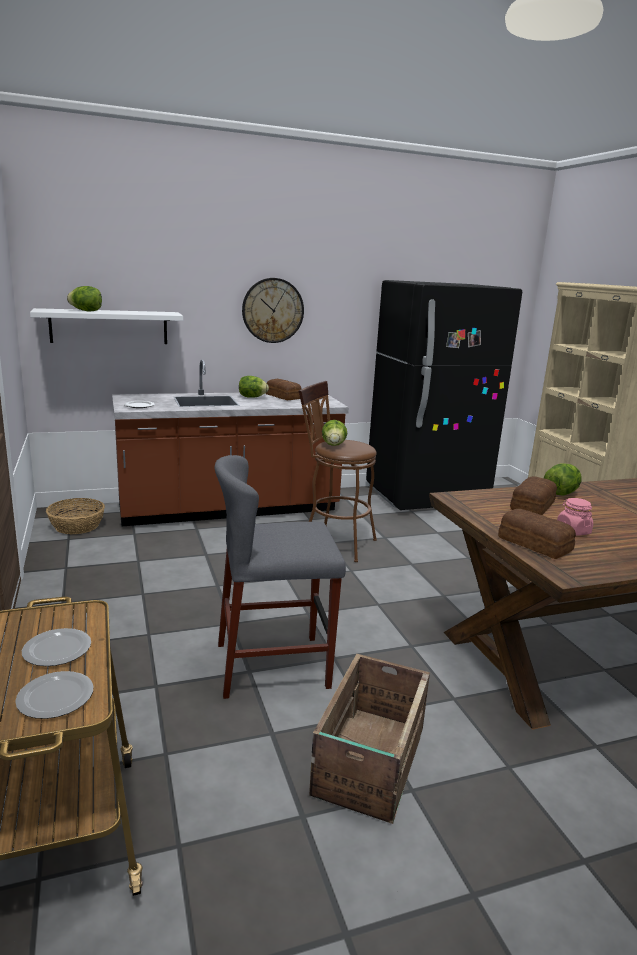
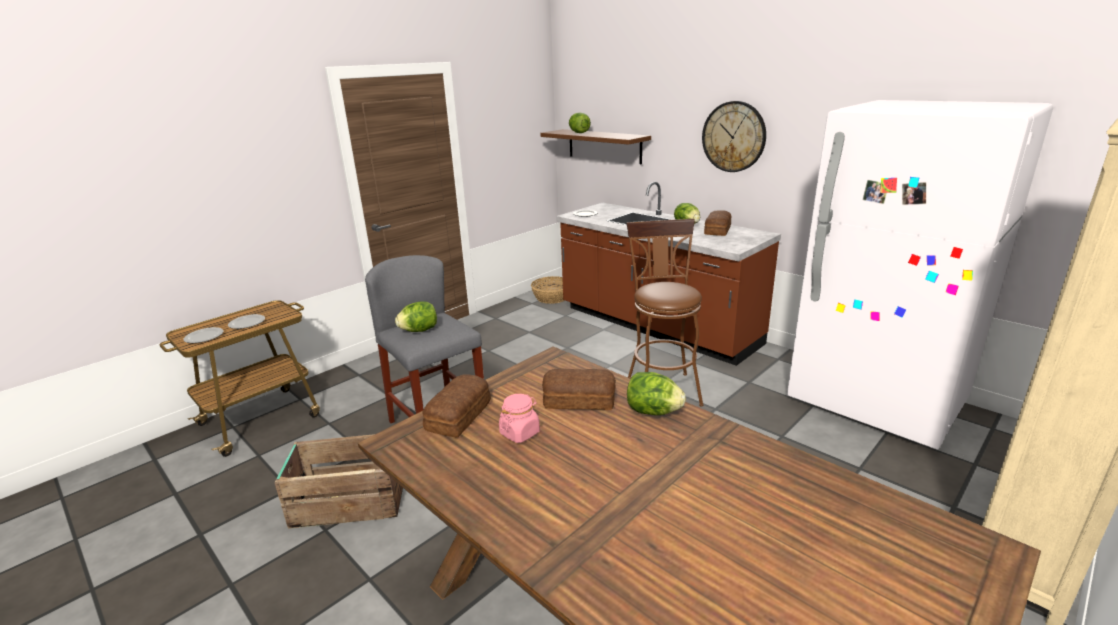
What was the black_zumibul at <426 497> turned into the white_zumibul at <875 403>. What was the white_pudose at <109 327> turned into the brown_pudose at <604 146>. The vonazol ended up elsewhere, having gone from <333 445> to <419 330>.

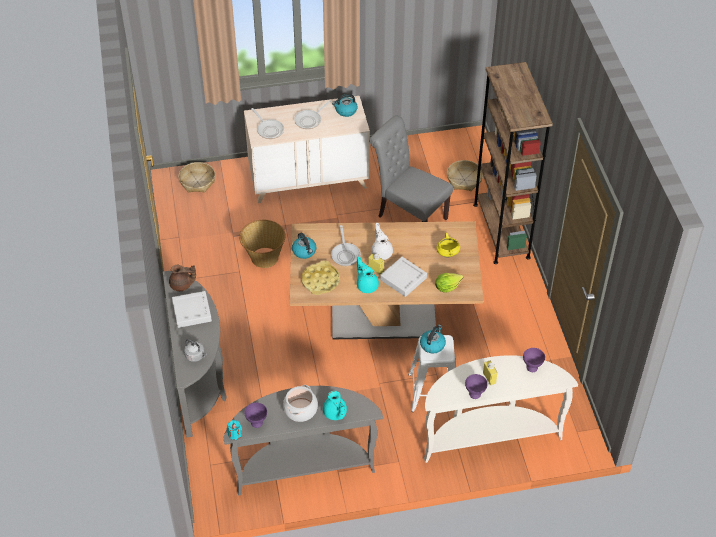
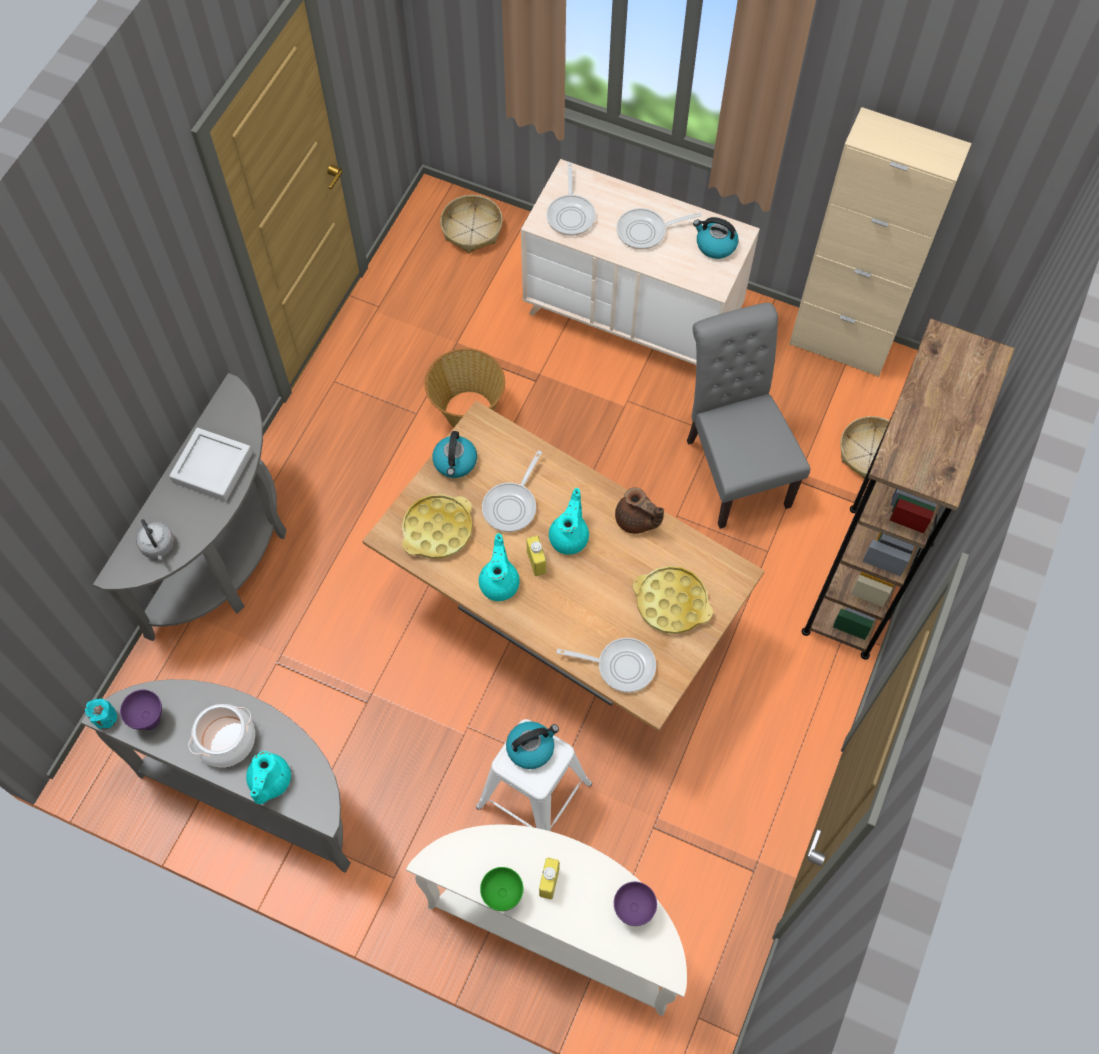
What was the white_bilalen at <382 252> turned into the turquoise_bilalen at <570 536>. Where the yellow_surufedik stood at <447 253>, the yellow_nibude came to stand at <671 602>. The second view lost the grey_nibude at <403 279>. The brown_bilalen ended up elsewhere, having gone from <182 285> to <636 520>. Where the vonazol stood at <447 287>, the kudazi came to stand at <620 666>. What was the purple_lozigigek at <475 394> turned into the green_lozigigek at <503 895>. The second view gained the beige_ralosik at <840 344>.

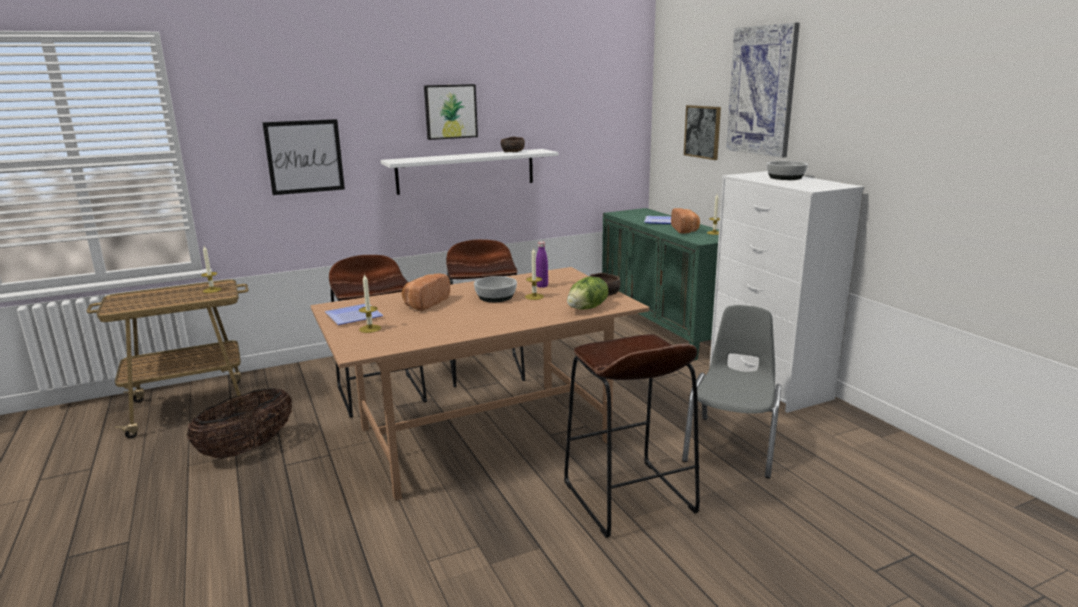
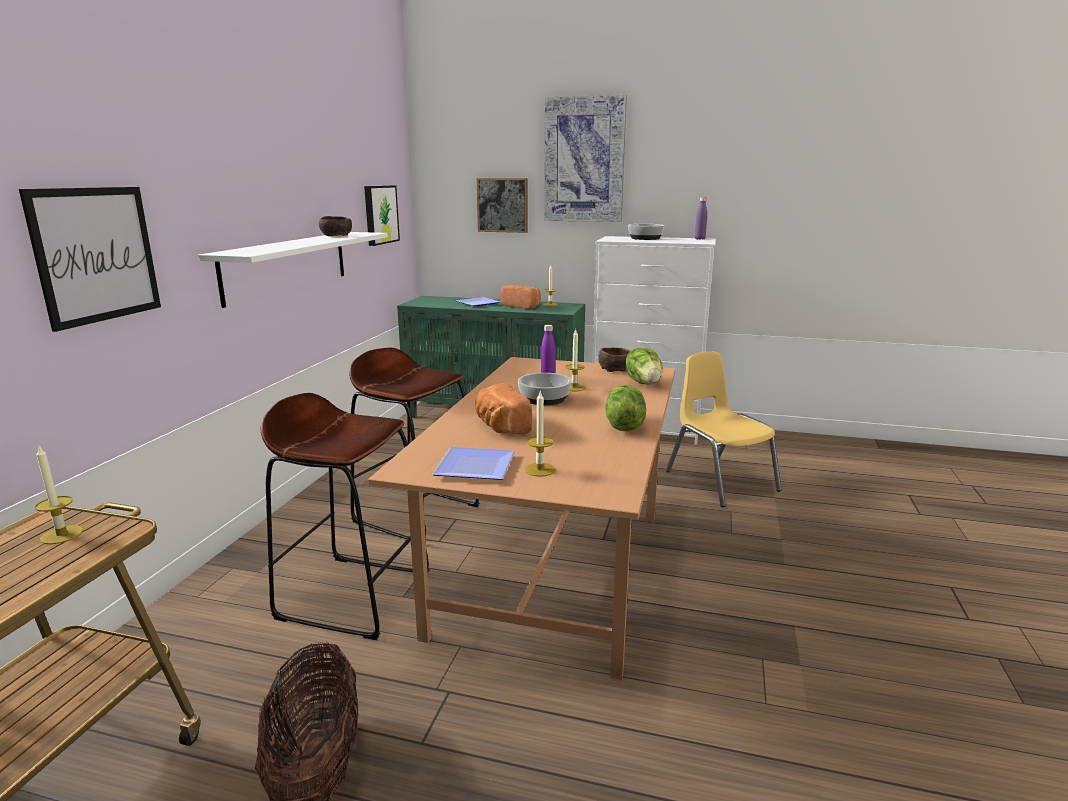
The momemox ended up elsewhere, having gone from <450 111> to <380 214>. What was the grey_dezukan at <732 446> turned into the yellow_dezukan at <720 481>. The second view lost the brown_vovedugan at <628 497>. The second view gained the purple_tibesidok at <699 239>. The second view gained the vonazol at <623 426>.

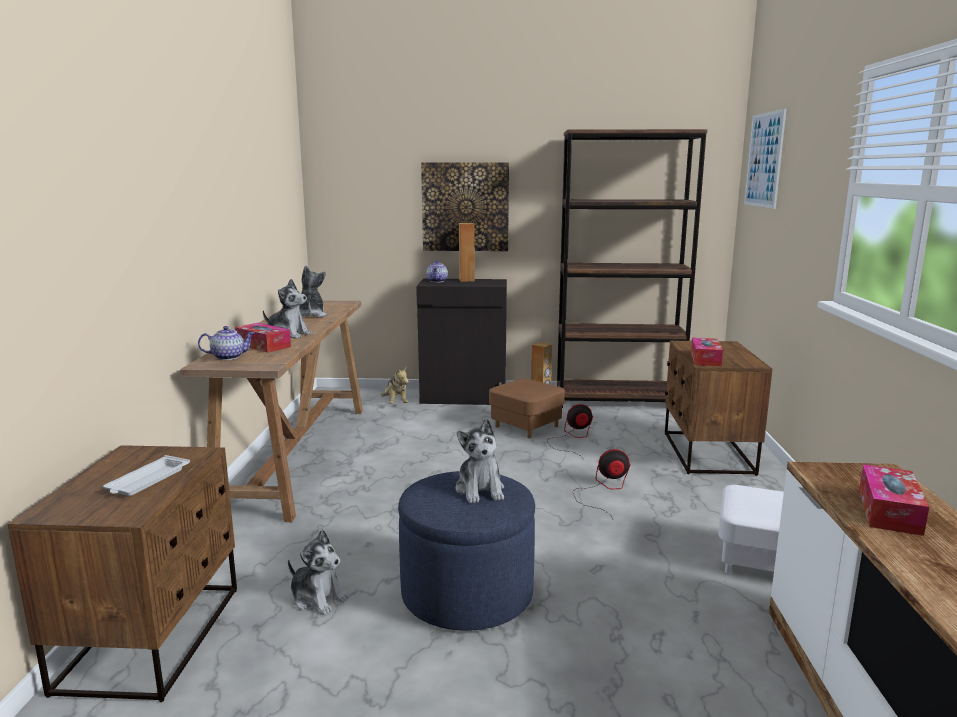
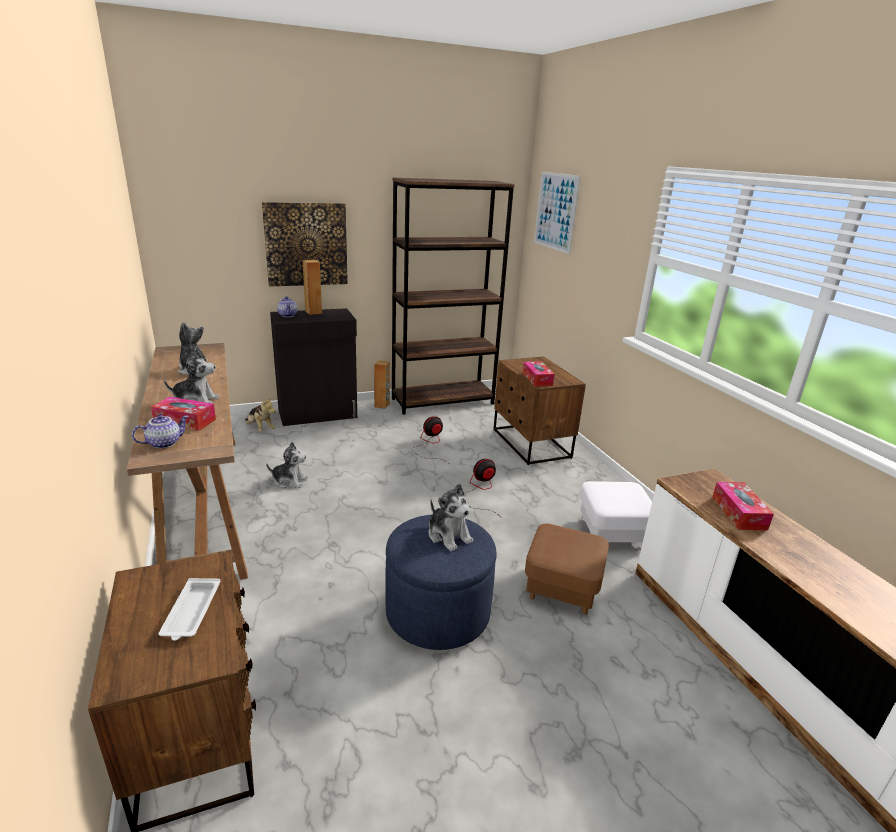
The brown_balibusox ended up elsewhere, having gone from <526 426> to <562 588>. The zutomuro ended up elsewhere, having gone from <317 598> to <289 481>.

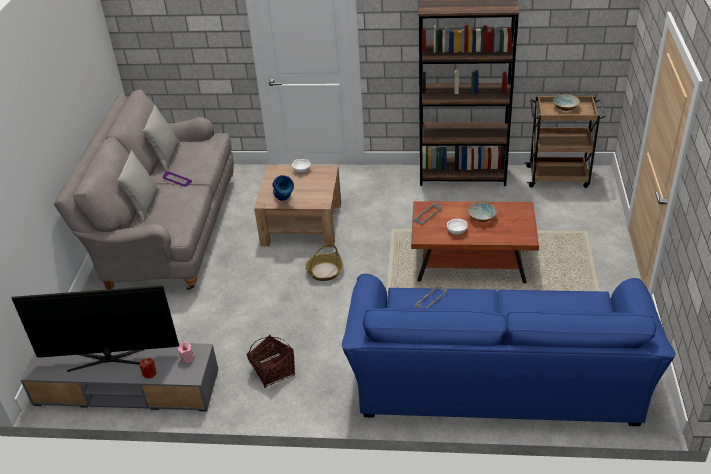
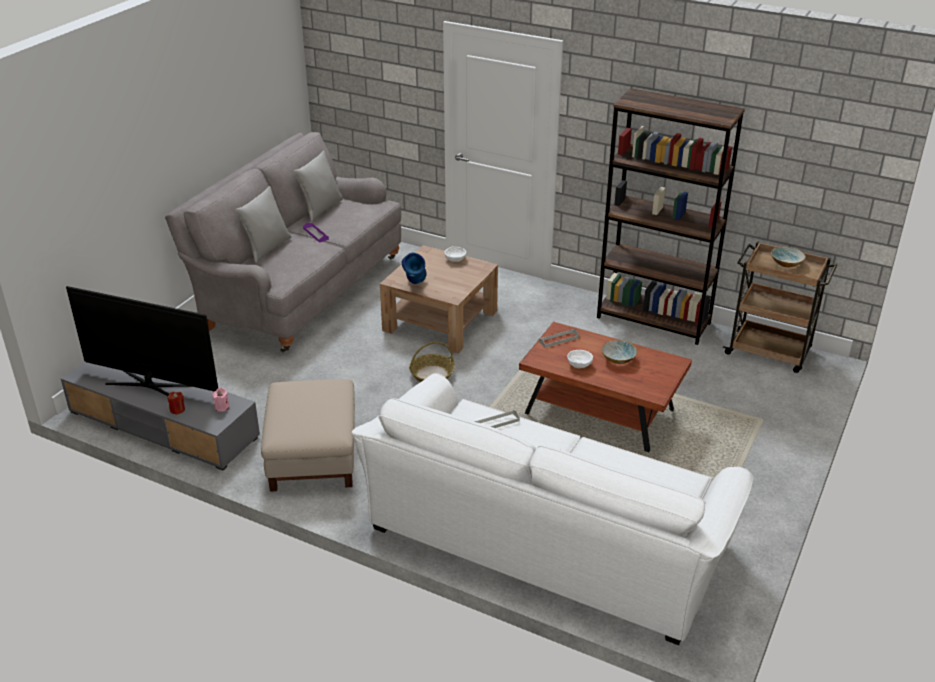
What was the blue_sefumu at <496 374> turned into the white_sefumu at <548 535>. Where the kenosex stood at <273 371>, the beige_balibusox came to stand at <312 454>.

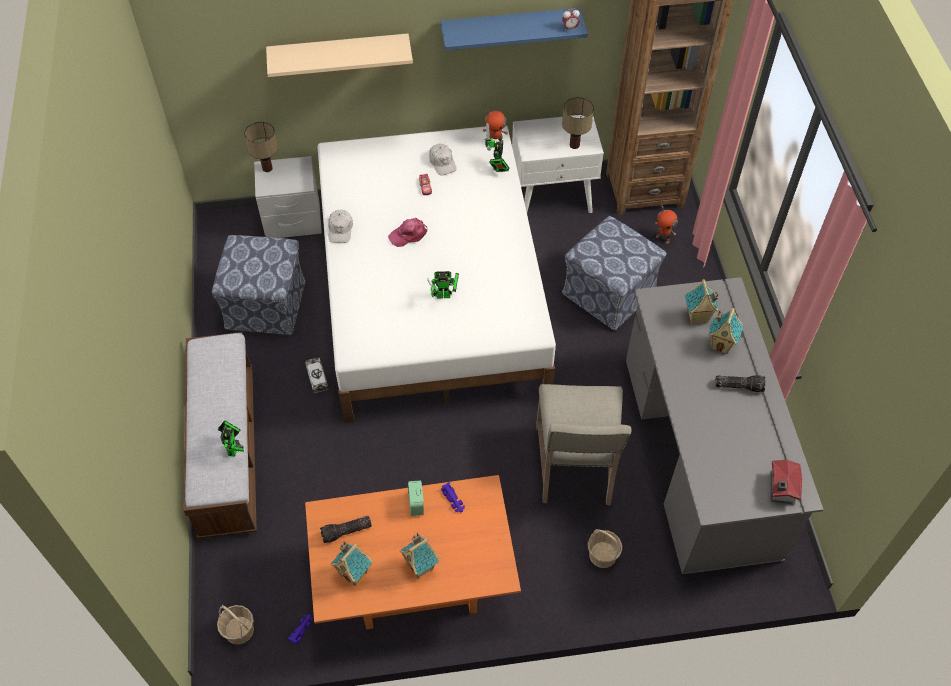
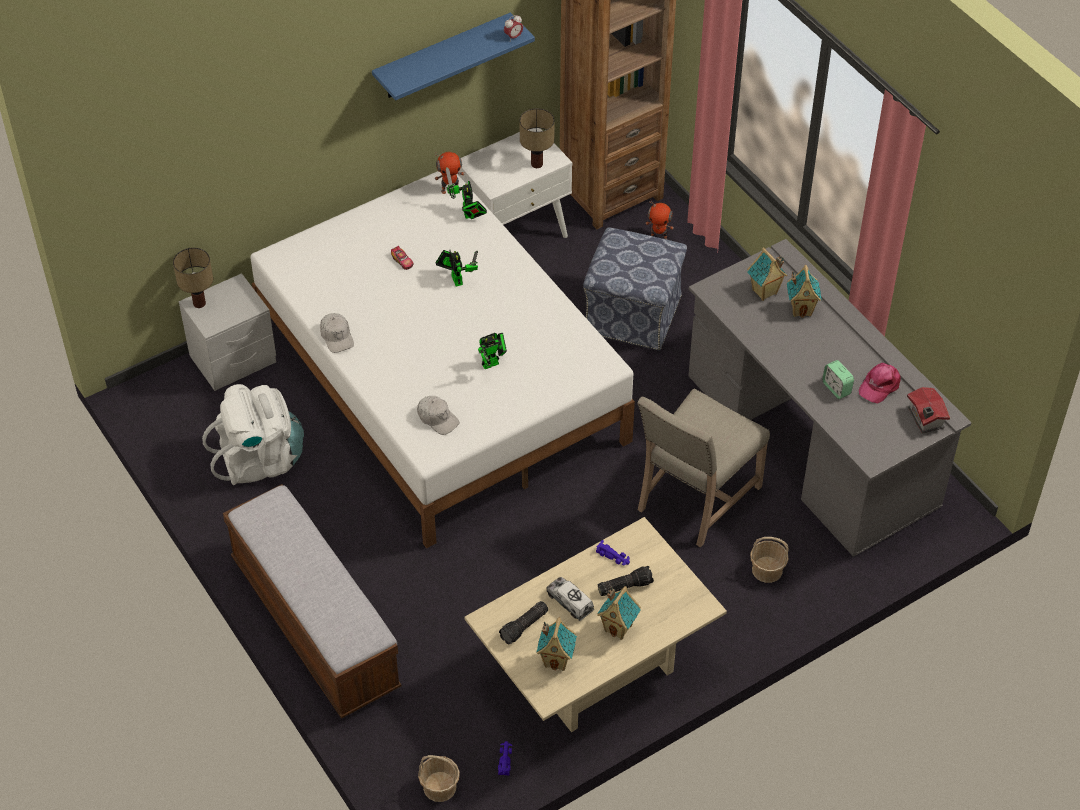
The second view lost the beige_pudose at <339 54>. The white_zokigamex ended up elsewhere, having gone from <442 162> to <437 418>. The pink_zokigamex ended up elsewhere, having gone from <409 234> to <879 385>. Where the balibusox stood at <266 304>, the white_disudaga came to stand at <260 460>. The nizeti ended up elsewhere, having gone from <317 377> to <570 602>. The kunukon ended up elsewhere, having gone from <739 385> to <625 585>. The beige_dezukan at <575 467> ended up facing another way, 60 degrees clockwise from before. The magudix ended up elsewhere, having gone from <234 447> to <456 278>. What was the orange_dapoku at <414 581> turned into the beige_dapoku at <593 668>. The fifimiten ended up elsewhere, having gone from <416 504> to <836 388>.

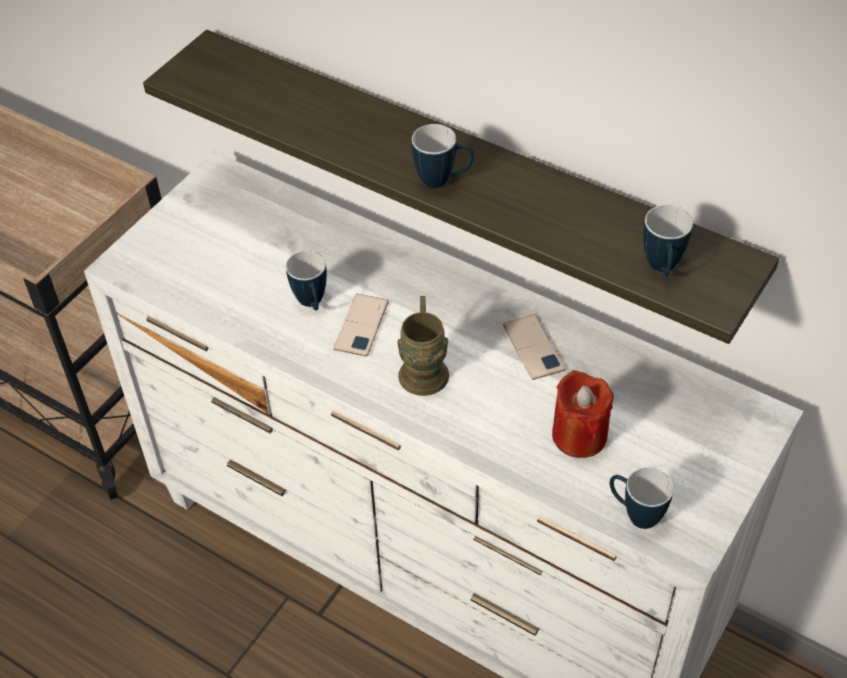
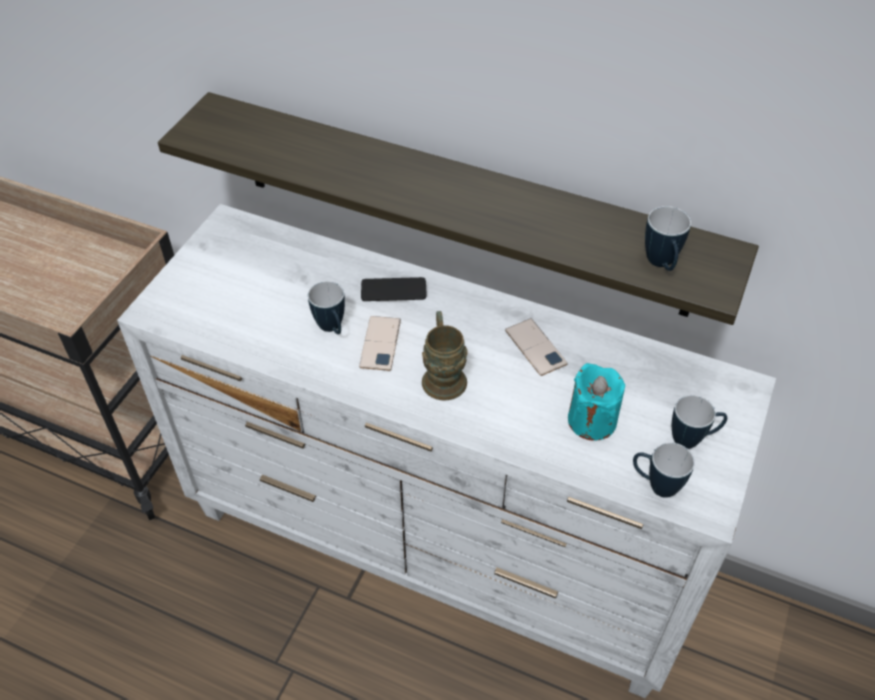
The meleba ended up elsewhere, having gone from <443 180> to <692 439>. What was the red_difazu at <579 435> turned into the turquoise_difazu at <592 420>. The second view gained the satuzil at <393 290>.

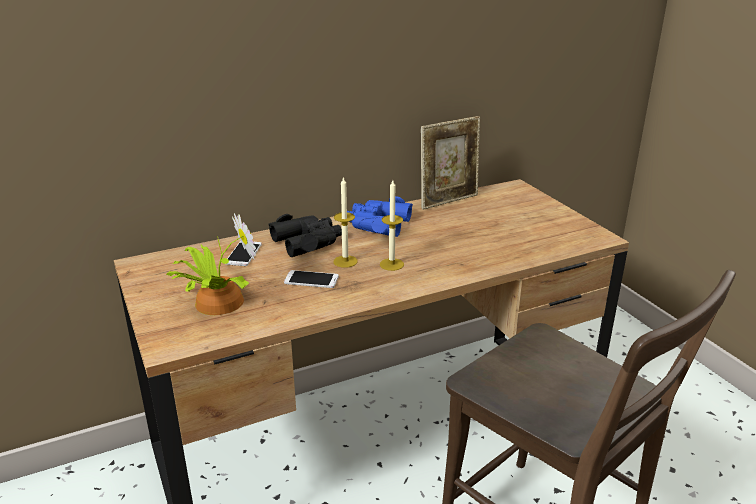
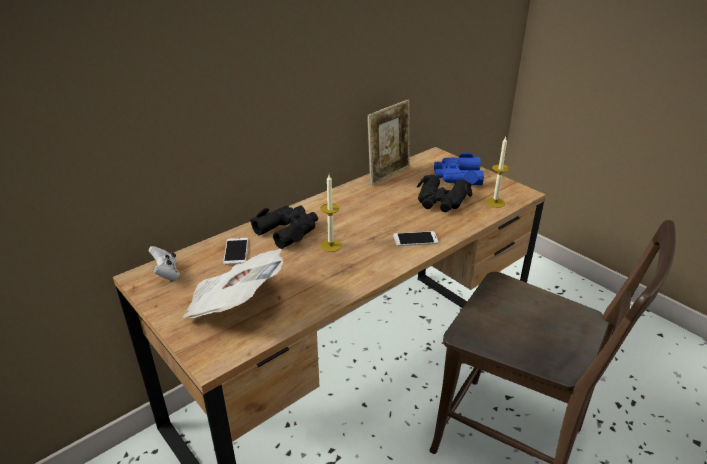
The difazu ended up elsewhere, having gone from <391 264> to <495 202>. The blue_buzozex ended up elsewhere, having gone from <377 224> to <457 177>. Where the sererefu stood at <216 302>, the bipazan came to stand at <235 305>. The satuzil ended up elsewhere, having gone from <311 280> to <415 239>. The second view gained the black_buzozex at <441 201>. The second view gained the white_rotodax at <167 274>.

